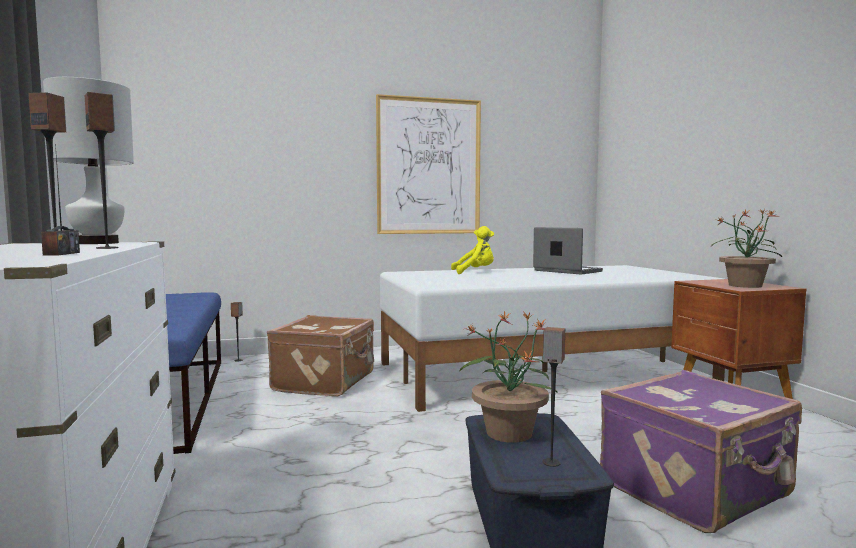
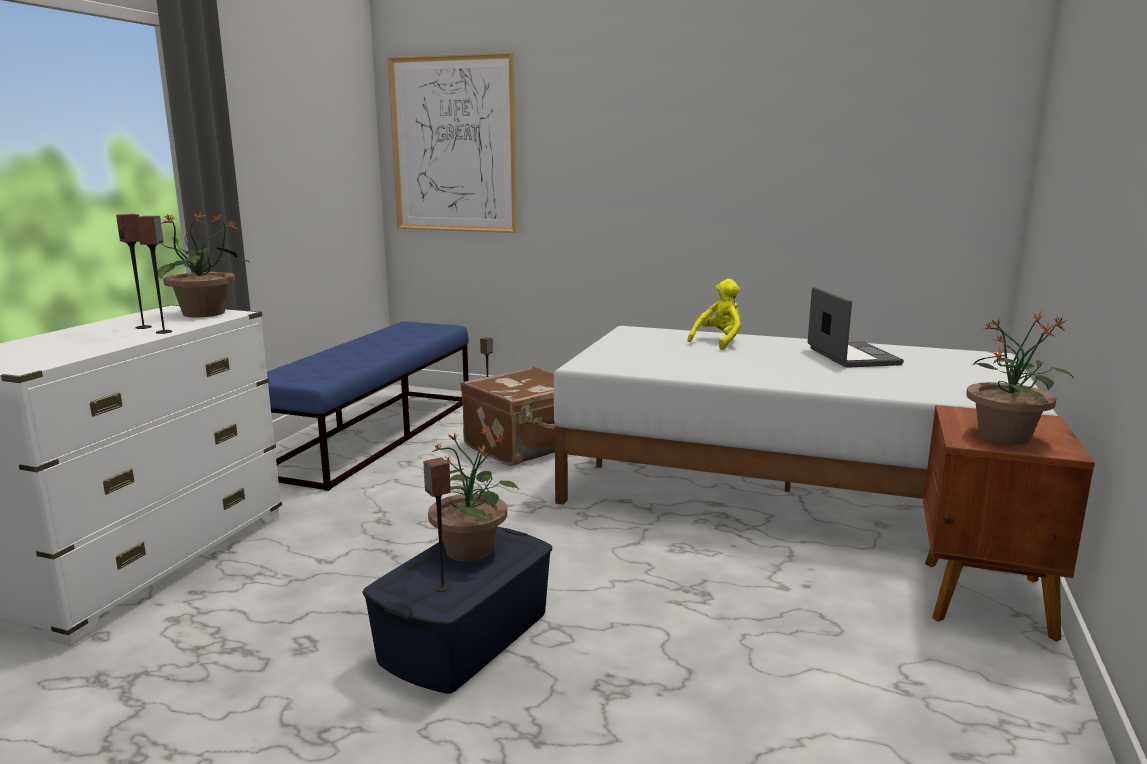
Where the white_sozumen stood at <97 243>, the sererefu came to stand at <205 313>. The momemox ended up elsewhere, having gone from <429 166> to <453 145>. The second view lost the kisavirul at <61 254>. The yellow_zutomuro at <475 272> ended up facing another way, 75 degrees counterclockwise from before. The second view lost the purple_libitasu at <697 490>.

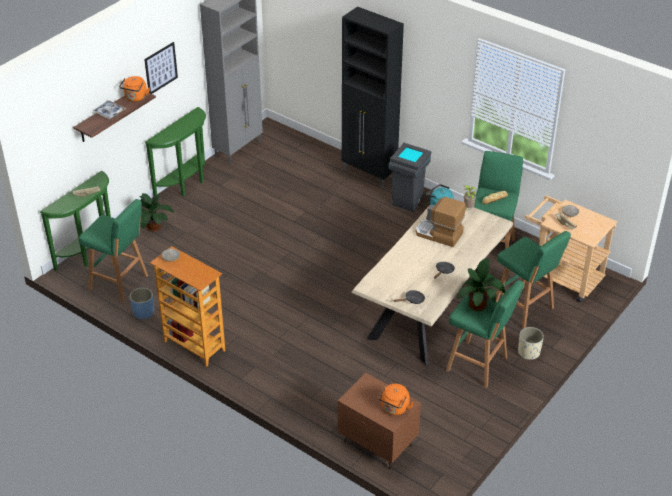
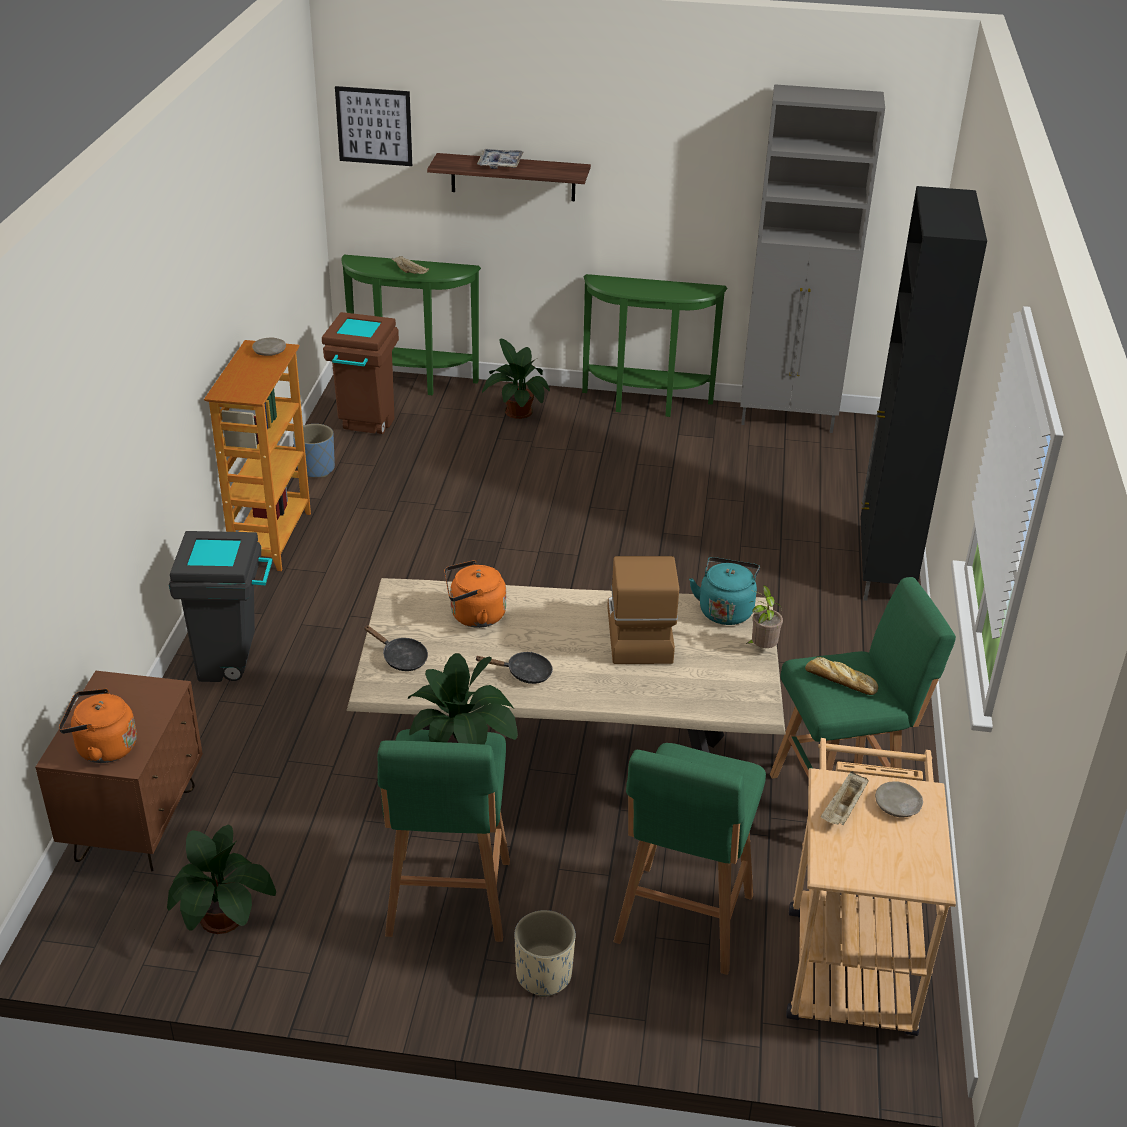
The momemox ended up elsewhere, having gone from <161 68> to <374 126>. The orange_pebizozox ended up elsewhere, having gone from <135 98> to <474 616>. The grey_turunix ended up elsewhere, having gone from <408 201> to <233 664>. Where the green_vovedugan stood at <120 283>, the brown_turunix came to stand at <365 428>. The second view gained the sererefu at <223 920>.

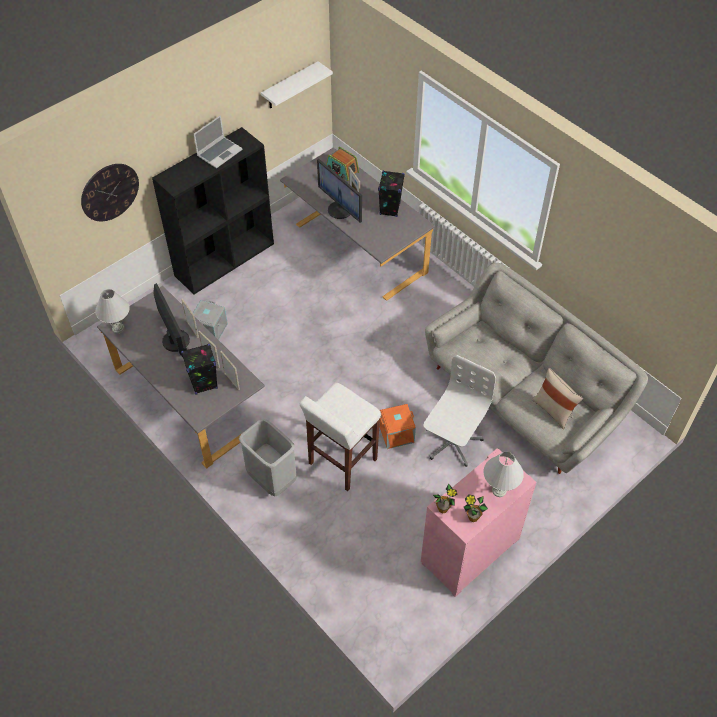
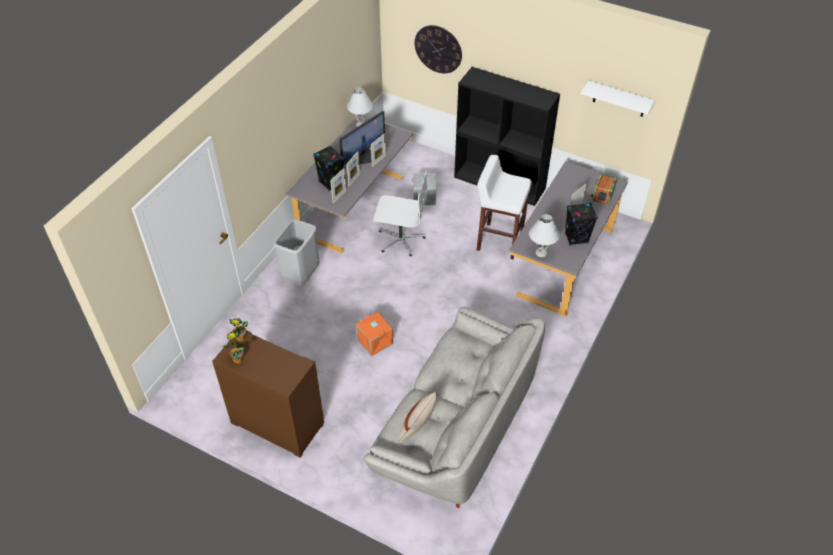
The second view lost the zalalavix at <219 152>. The second view lost the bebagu at <340 209>. The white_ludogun ended up elsewhere, having gone from <452 442> to <400 239>. The white_vovedugan ended up elsewhere, having gone from <342 462> to <499 240>. What was the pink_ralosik at <470 551> turned into the brown_ralosik at <276 423>. The white_sozumen ended up elsewhere, having gone from <499 491> to <540 253>.

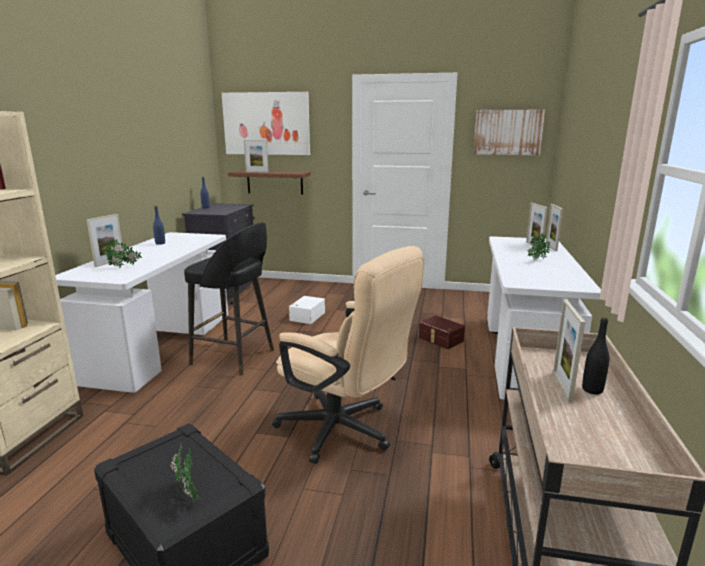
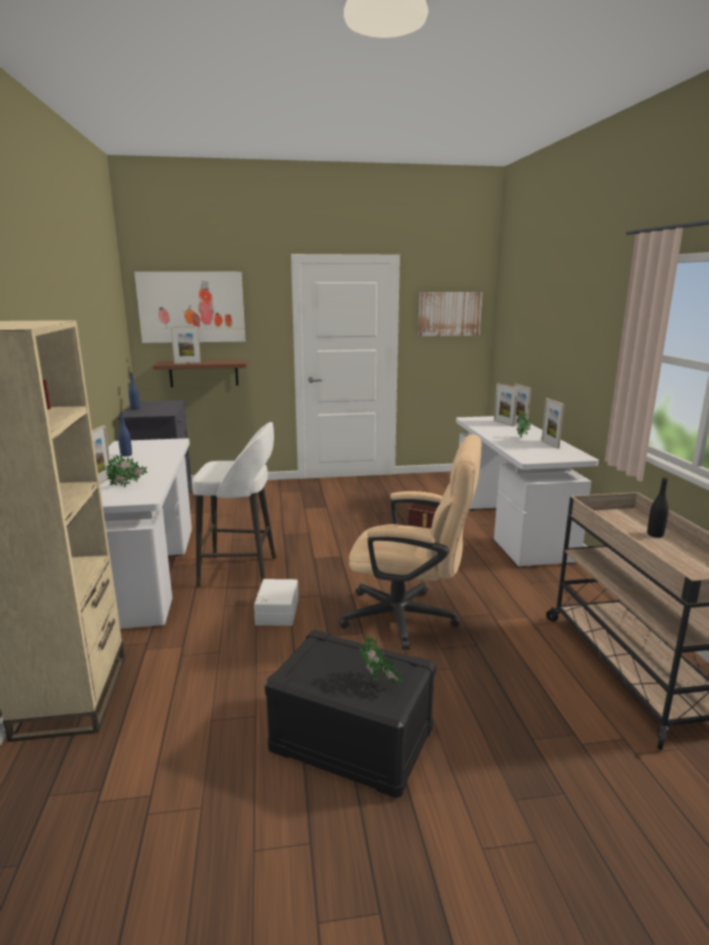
What was the black_vovedugan at <235 358> turned into the white_vovedugan at <241 572>. The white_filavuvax ended up elsewhere, having gone from <306 316> to <276 611>. The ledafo ended up elsewhere, having gone from <562 386> to <550 444>.

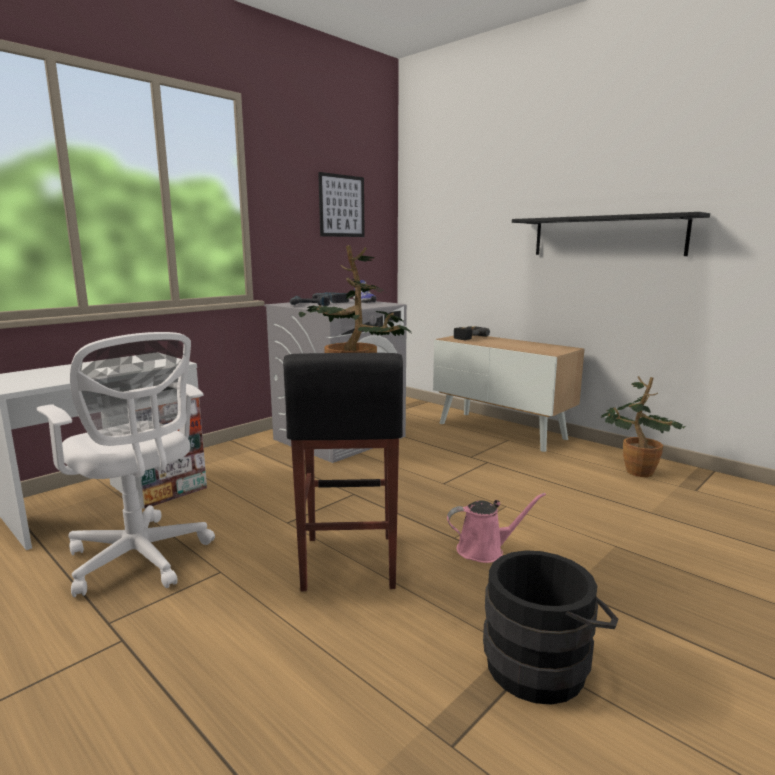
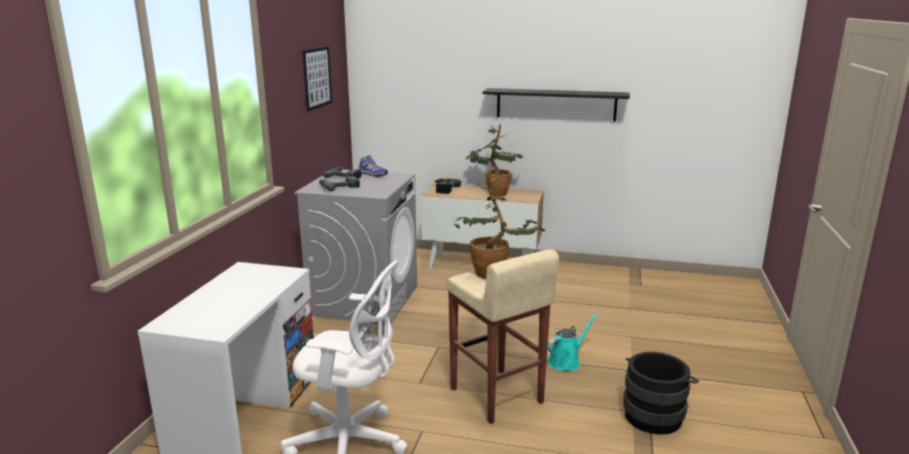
What was the black_vovedugan at <347 562> turned into the beige_vovedugan at <496 396>. The sererefu ended up elsewhere, having gone from <635 469> to <494 193>. What was the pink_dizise at <485 550> turned into the turquoise_dizise at <566 361>.

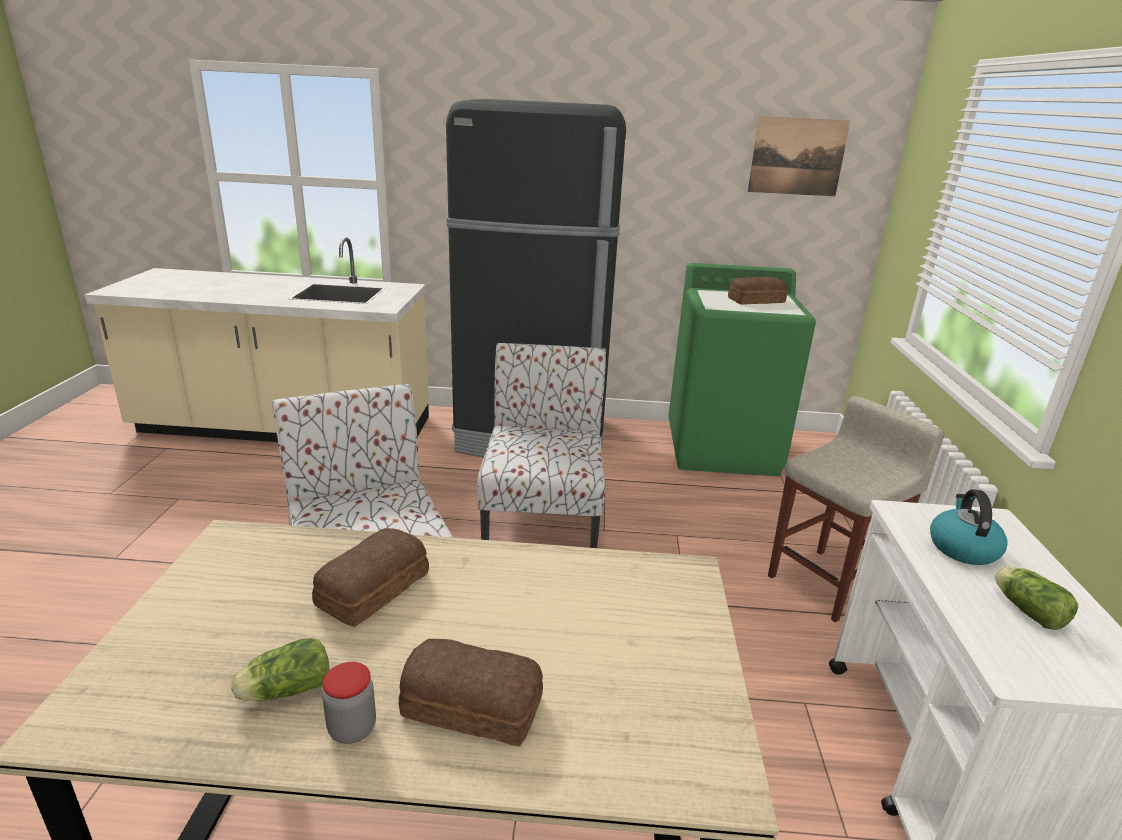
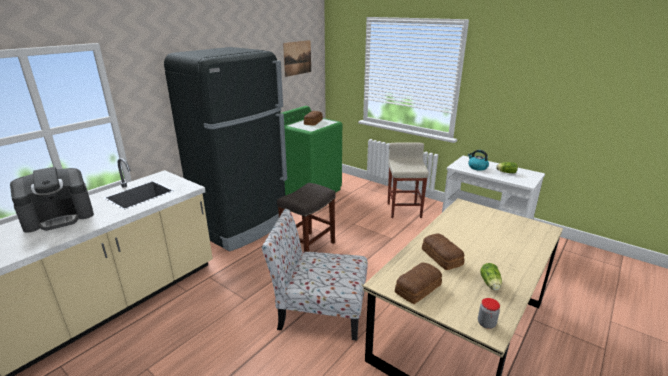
Where the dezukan stood at <542 513>, the grey_vovedugan came to stand at <308 246>. The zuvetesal ended up elsewhere, having gone from <471 704> to <416 288>. The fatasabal ended up elsewhere, having gone from <352 729> to <486 323>. The second view gained the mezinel at <59 217>.

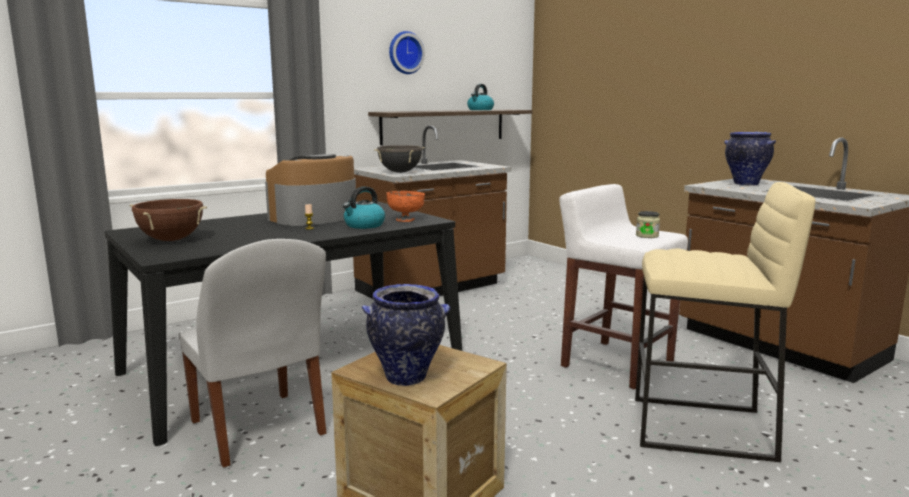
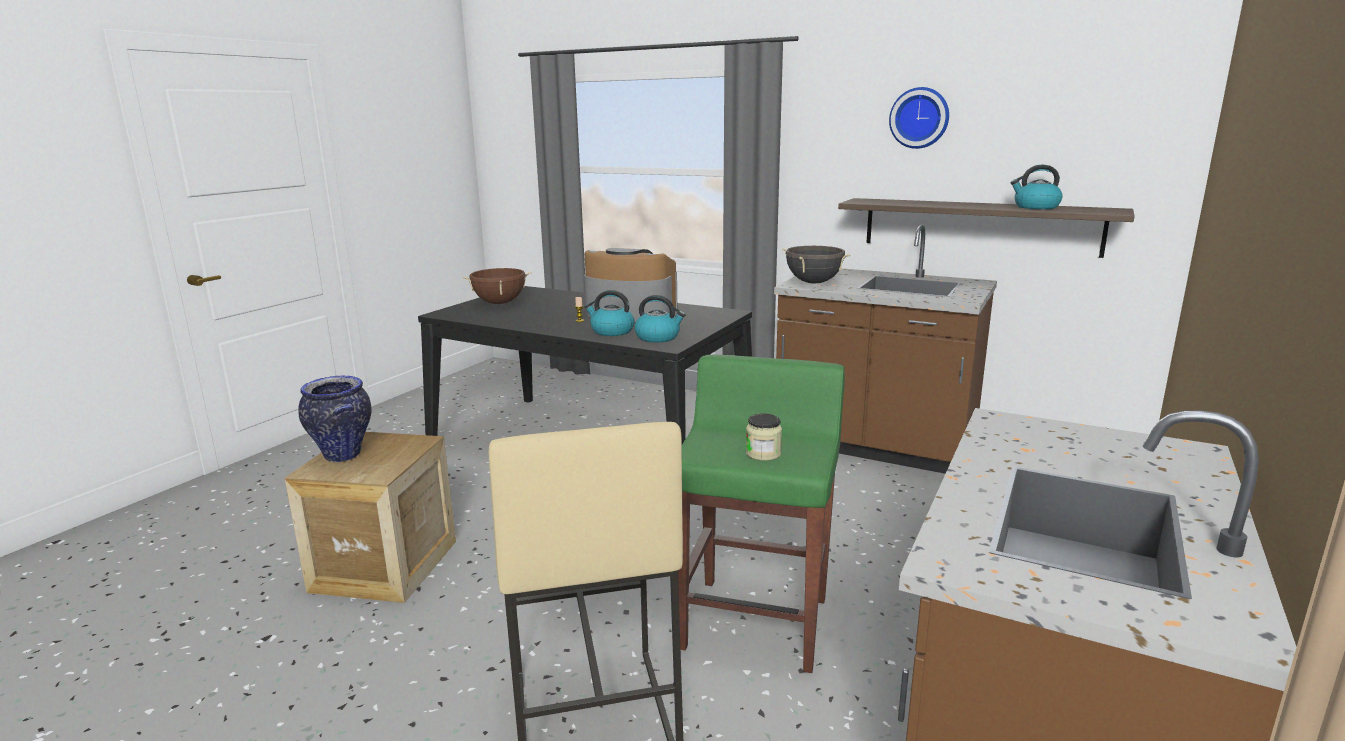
The second view lost the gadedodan at <745 184>. What was the white_vovedugan at <616 363> turned into the green_vovedugan at <755 621>. Where the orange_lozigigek stood at <405 220>, the pebizozox came to stand at <658 337>. The second view lost the white_dezukan at <258 430>.

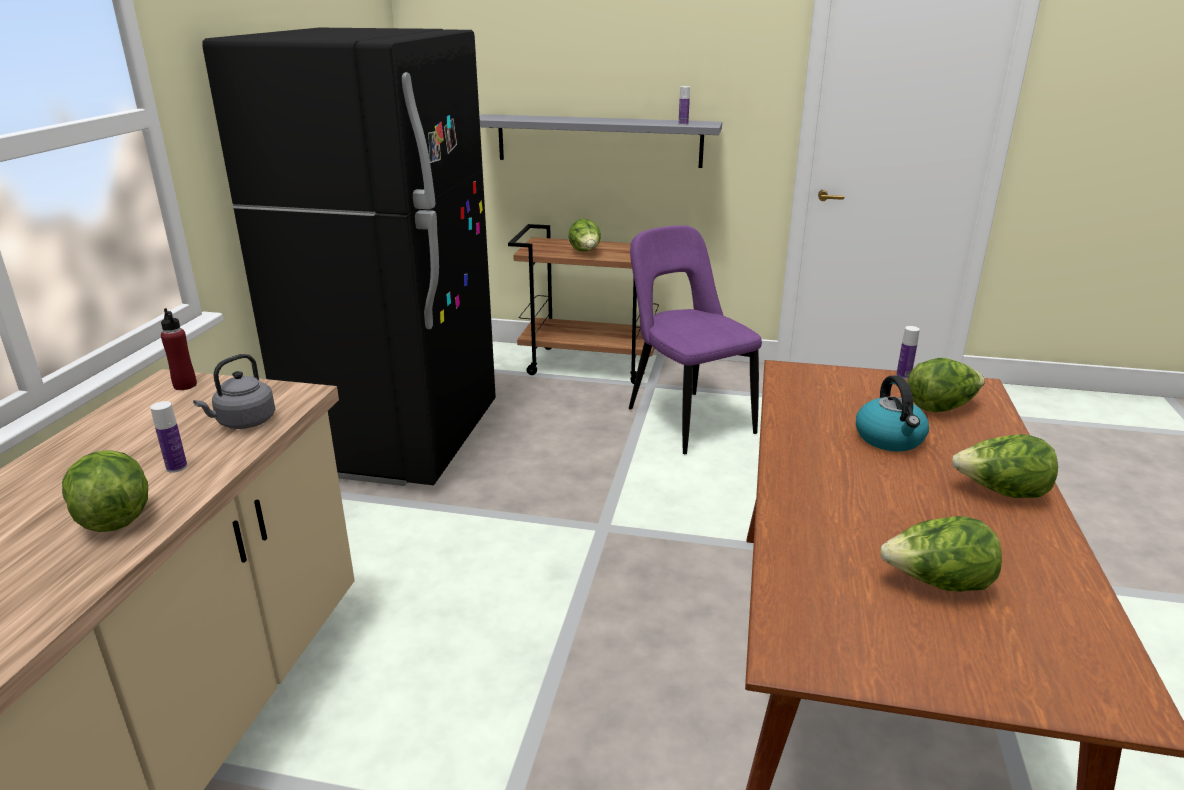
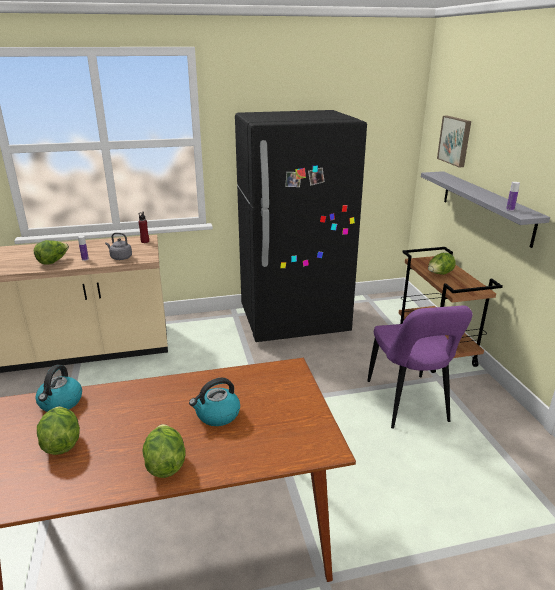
The purple_dezukan at <686 419> ended up facing another way, 135 degrees clockwise from before. The second view lost the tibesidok at <903 376>. The second view lost the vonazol at <941 407>. The second view gained the momemox at <455 140>. The second view gained the pebizozox at <60 403>.

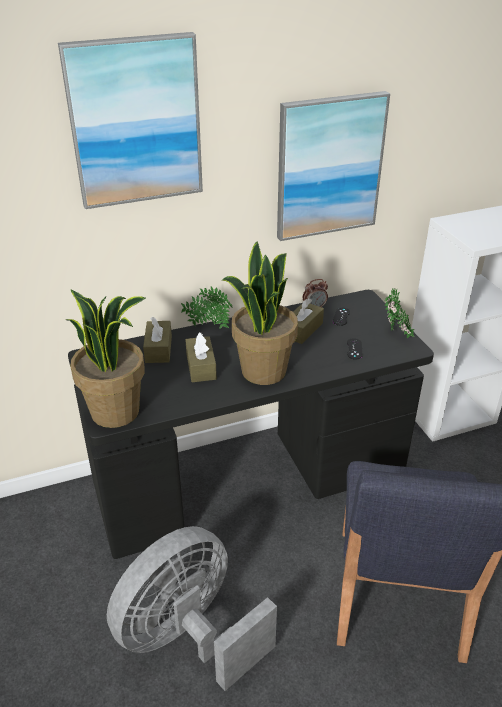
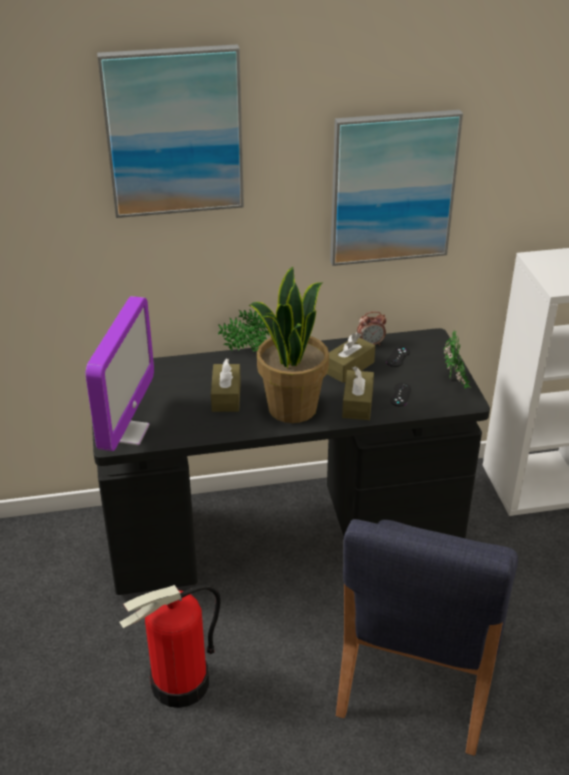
Where the sererefu stood at <116 411>, the bebagu came to stand at <126 433>. The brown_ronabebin ended up elsewhere, having gone from <158 349> to <357 403>. Where the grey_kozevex stood at <189 636>, the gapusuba came to stand at <180 683>.

